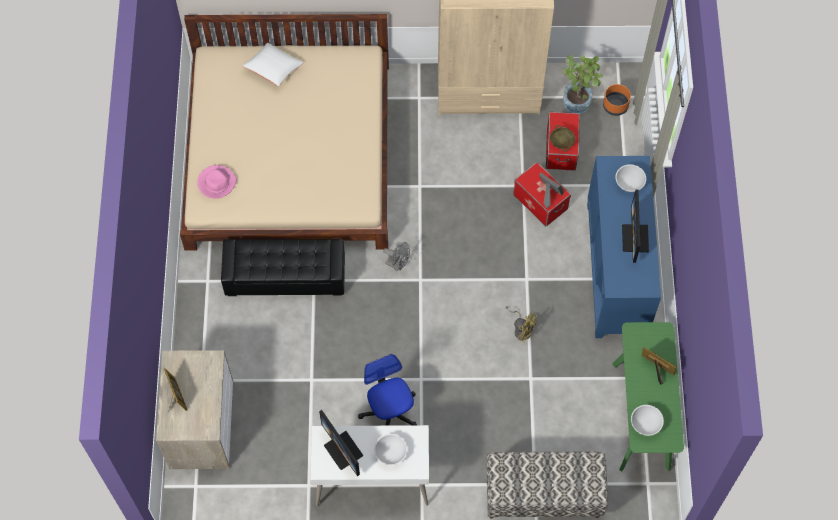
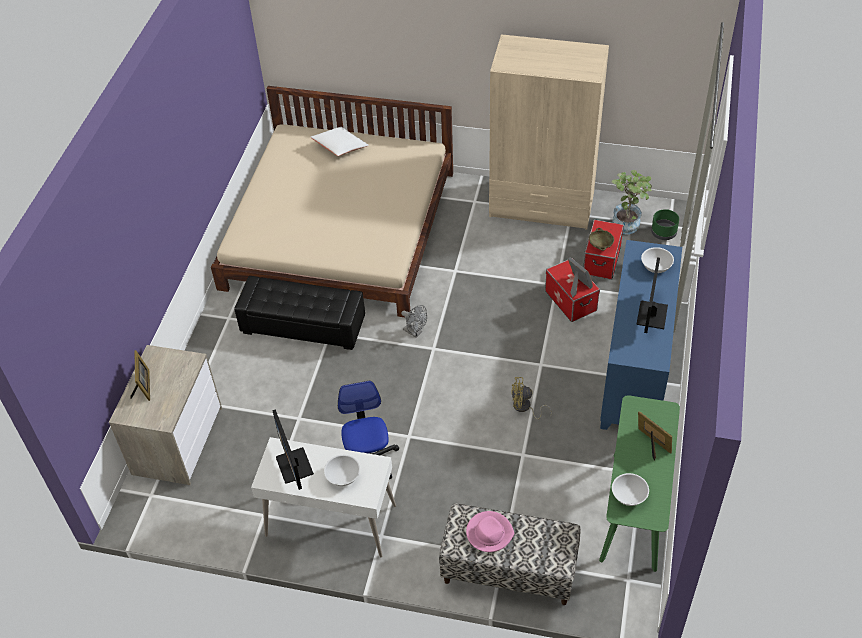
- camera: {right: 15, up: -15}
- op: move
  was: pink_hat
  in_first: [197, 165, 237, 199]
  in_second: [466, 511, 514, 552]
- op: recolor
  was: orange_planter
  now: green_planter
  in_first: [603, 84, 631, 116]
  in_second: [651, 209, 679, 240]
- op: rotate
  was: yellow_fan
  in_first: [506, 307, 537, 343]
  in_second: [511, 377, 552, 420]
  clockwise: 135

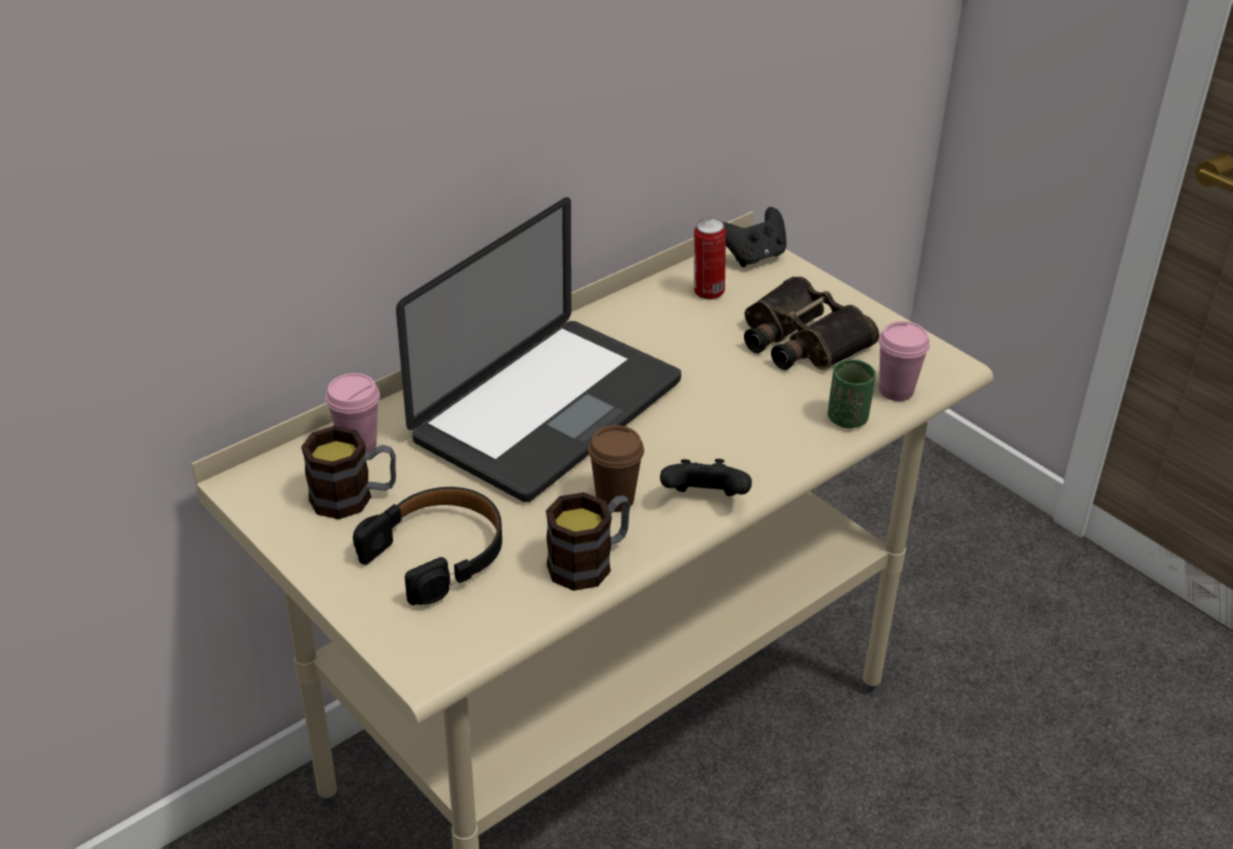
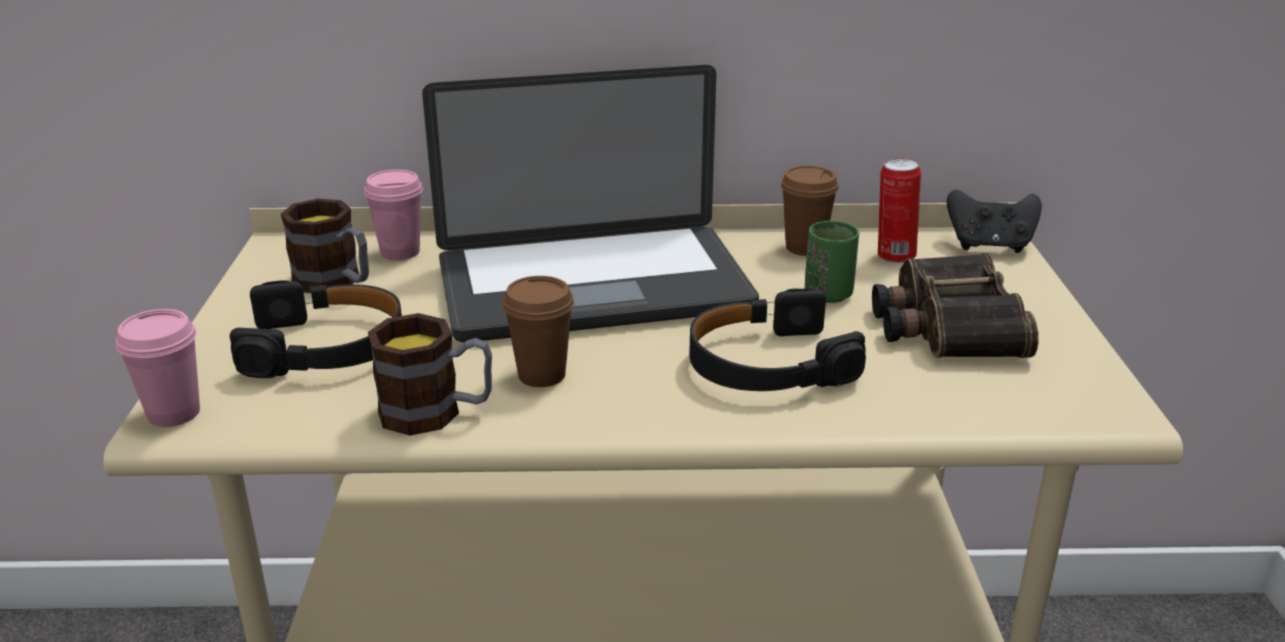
- camera: {right: 40, up: -10}
- op: delete
  was: black_game_controller
  in_first: [660, 459, 752, 496]
- op: insert
  now: black_headphones
  in_second: [689, 288, 866, 391]
- op: insert
  now: brown_cup
  in_second: [781, 166, 839, 256]
- op: move
  was: green_cup
  in_first: [828, 359, 876, 429]
  in_second: [805, 221, 859, 303]
- op: move
  was: pink_cup
  in_first: [878, 321, 930, 401]
  in_second: [116, 309, 200, 427]

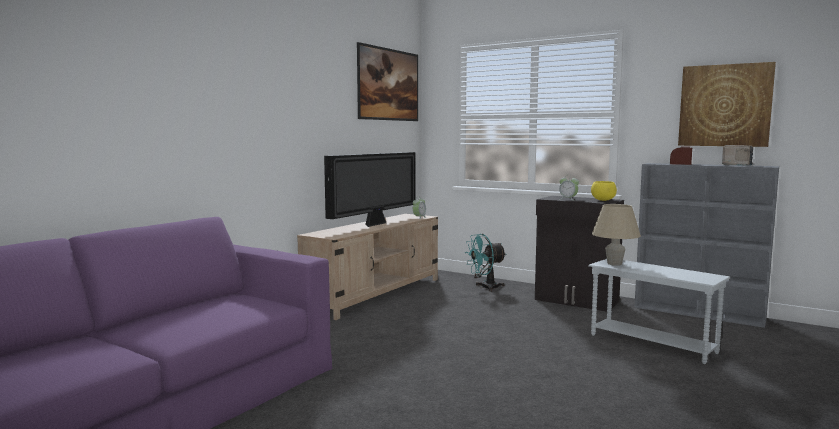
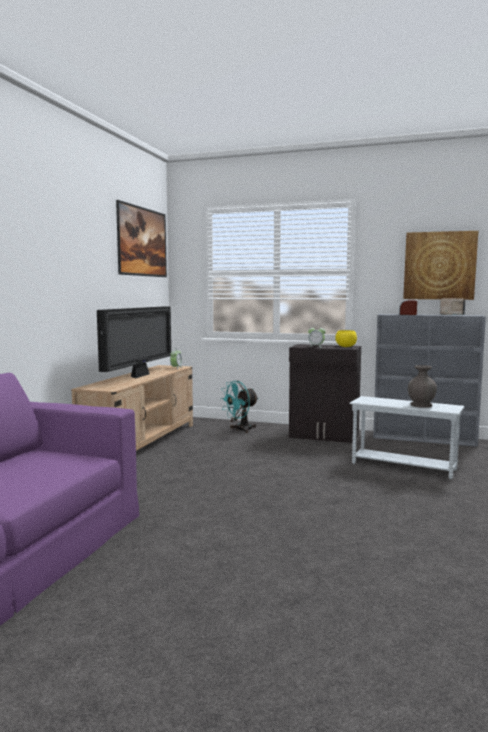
- camera: {right: -15, up: 0}
- op: delete
  was: beige_table_lamp
  in_first: [592, 204, 641, 266]
- op: insert
  now: grey_vase
  in_second: [408, 365, 437, 408]

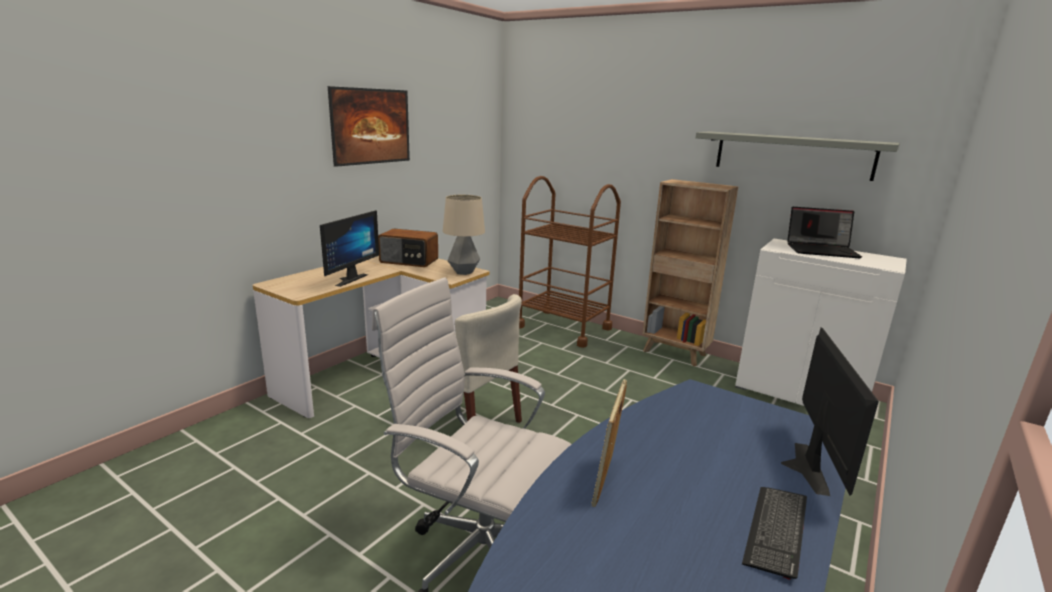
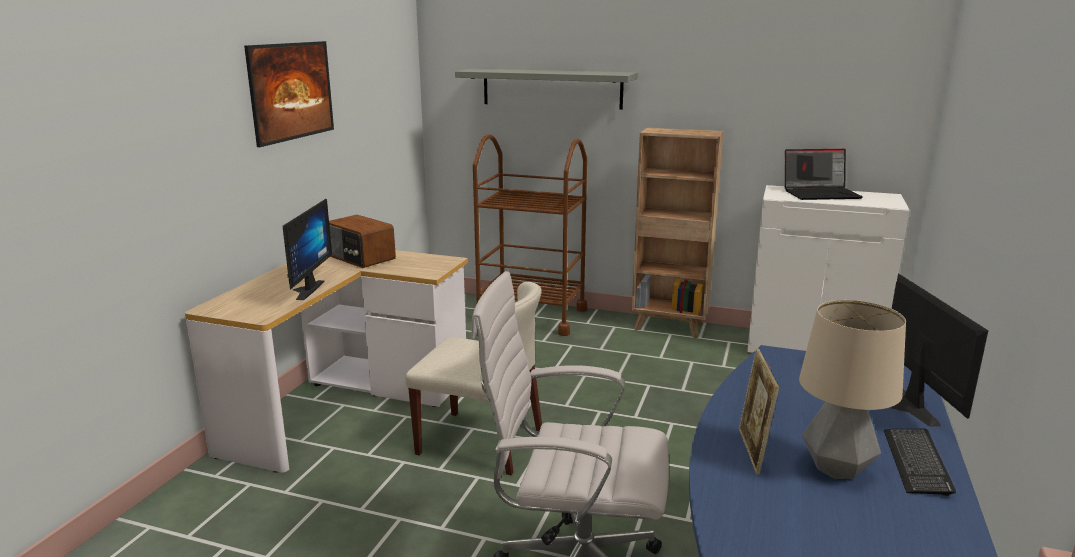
- camera: {right: -15, up: 0}
- op: move
  was: table_lamp
  in_first: [443, 195, 485, 275]
  in_second: [799, 300, 906, 479]
- op: move
  was: grey_shelf
  in_first: [696, 131, 900, 181]
  in_second: [455, 69, 638, 110]
- op: rotate
  was: radio
  in_first: [378, 229, 438, 267]
  in_second: [329, 215, 396, 268]
  clockwise: 45

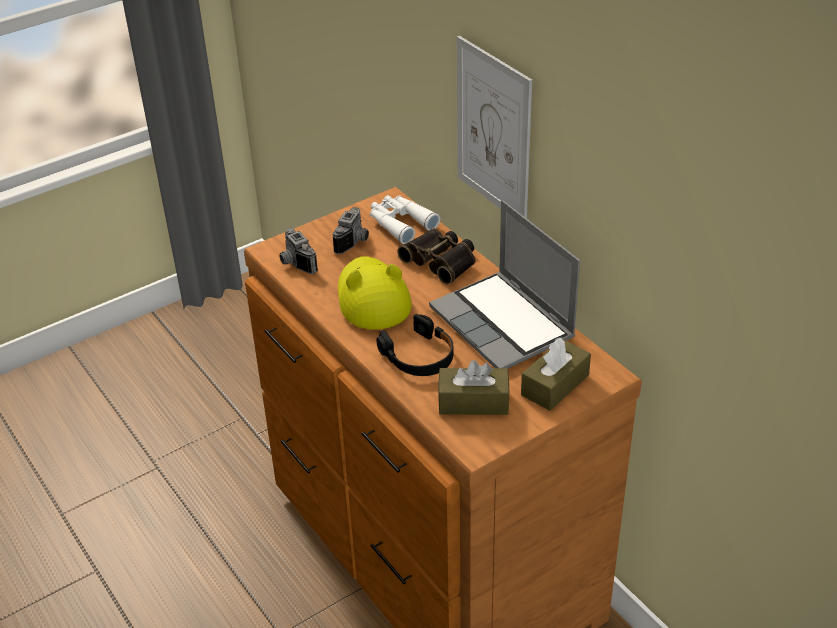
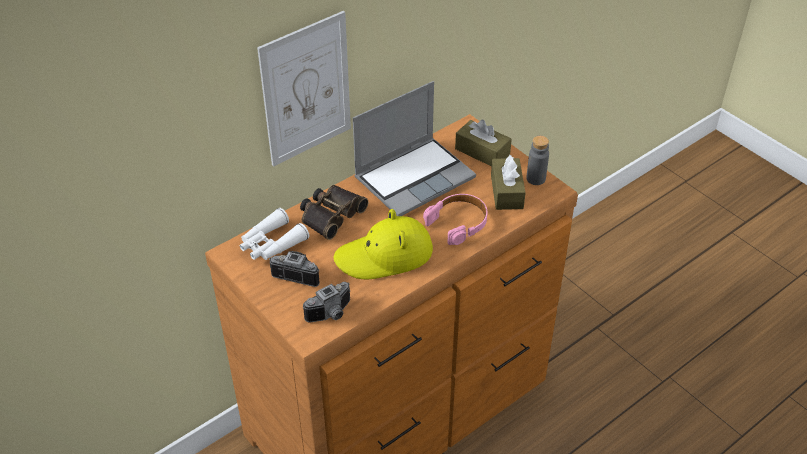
- camera: {right: -95, up: 5}
- op: insert
  now: grey_bottle
  in_second: [526, 136, 549, 185]
- op: recolor
  was: black_headphones
  now: pink_headphones
  in_first: [377, 314, 453, 376]
  in_second: [423, 194, 487, 245]

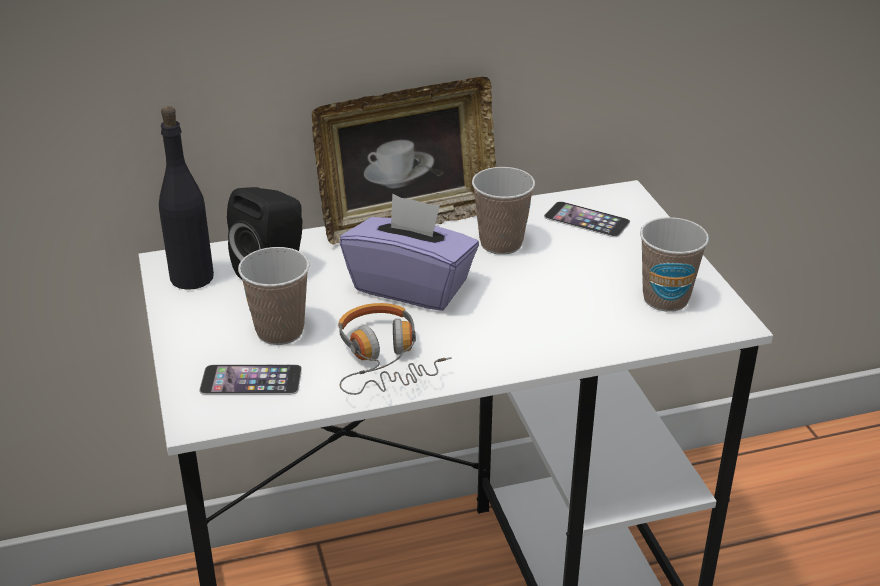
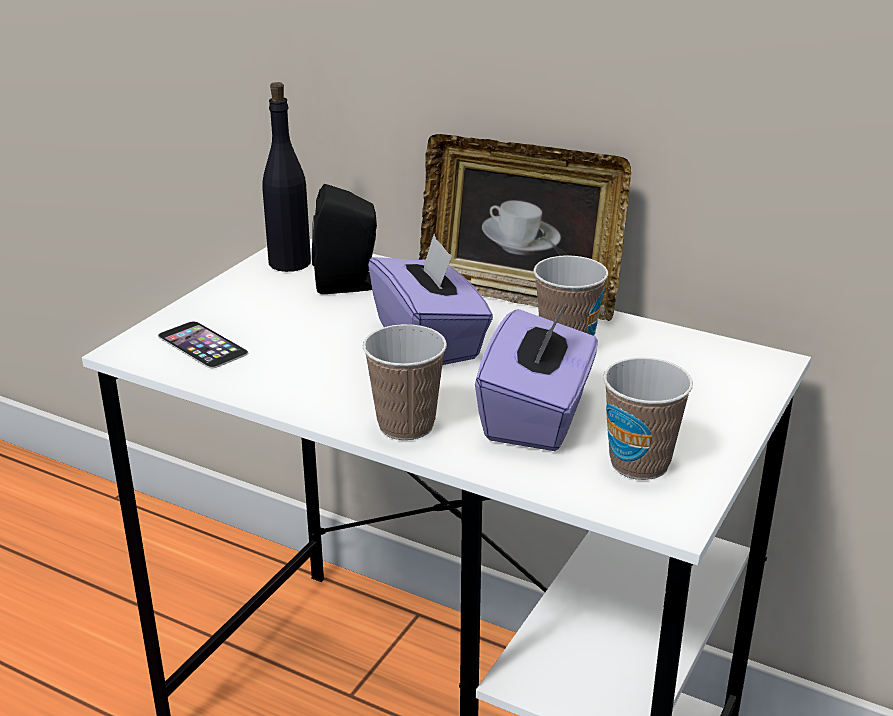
- camera: {right: 45, up: -5}
- op: delete
  was: headphones
  in_first: [338, 303, 452, 395]
- op: delete
  was: phone
  in_first: [544, 201, 630, 237]
- op: insert
  now: purple_tissue_box
  in_second: [475, 304, 598, 451]
- op: move
  was: cup
  in_first: [238, 247, 309, 345]
  in_second: [363, 324, 447, 440]

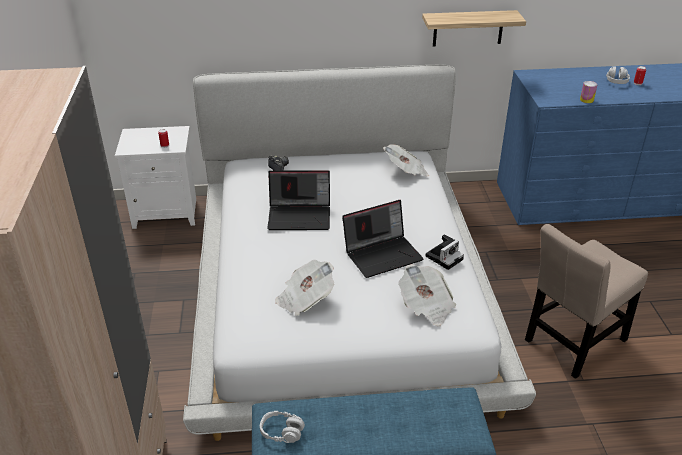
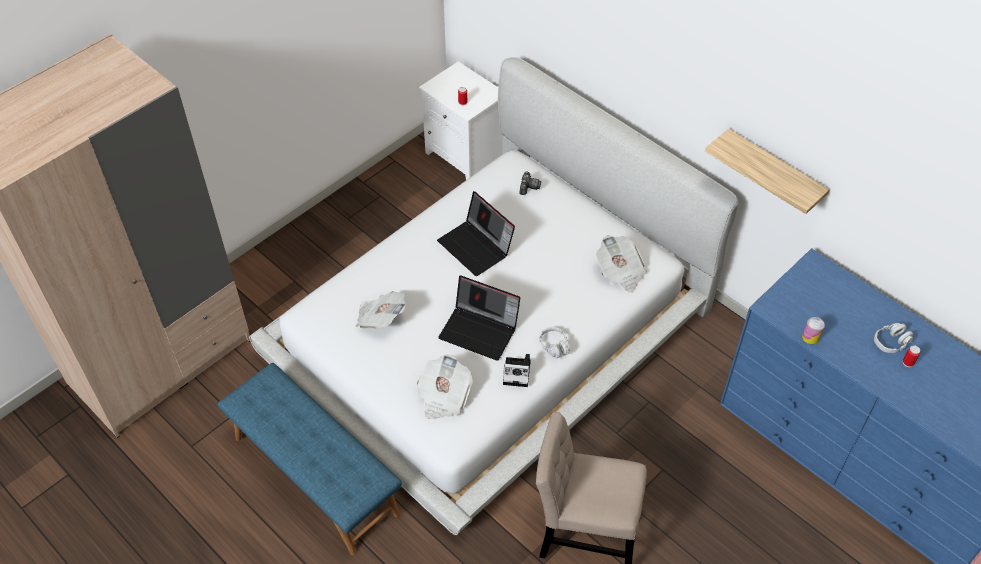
- camera: {right: 50, up: 15}
- op: move
  was: grey_headphones
  in_first: [260, 411, 305, 443]
  in_second: [540, 327, 570, 359]

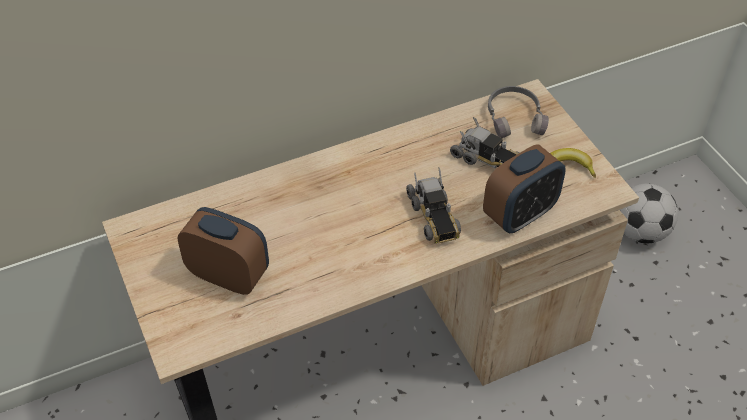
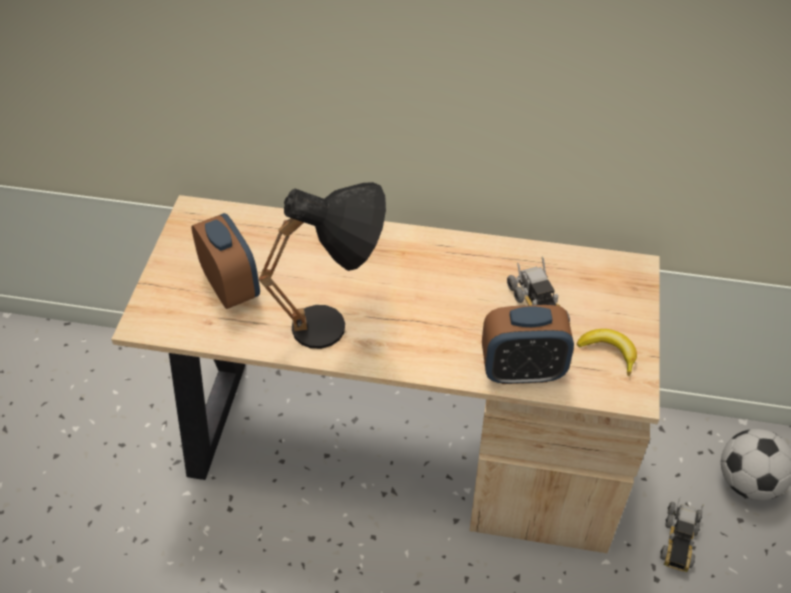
- camera: {right: 35, up: 0}
- op: delete
  was: grey_headphones
  in_first: [488, 86, 549, 138]
- op: insert
  now: black_table_lamp
  in_second: [259, 182, 386, 349]
- op: move
  was: toy_truck
  in_first: [406, 167, 461, 244]
  in_second: [660, 497, 704, 572]

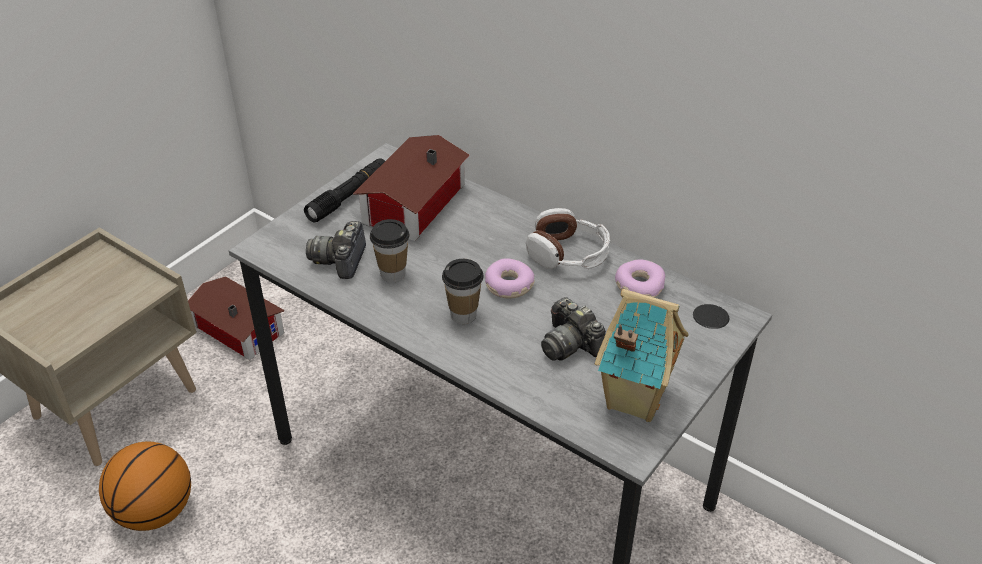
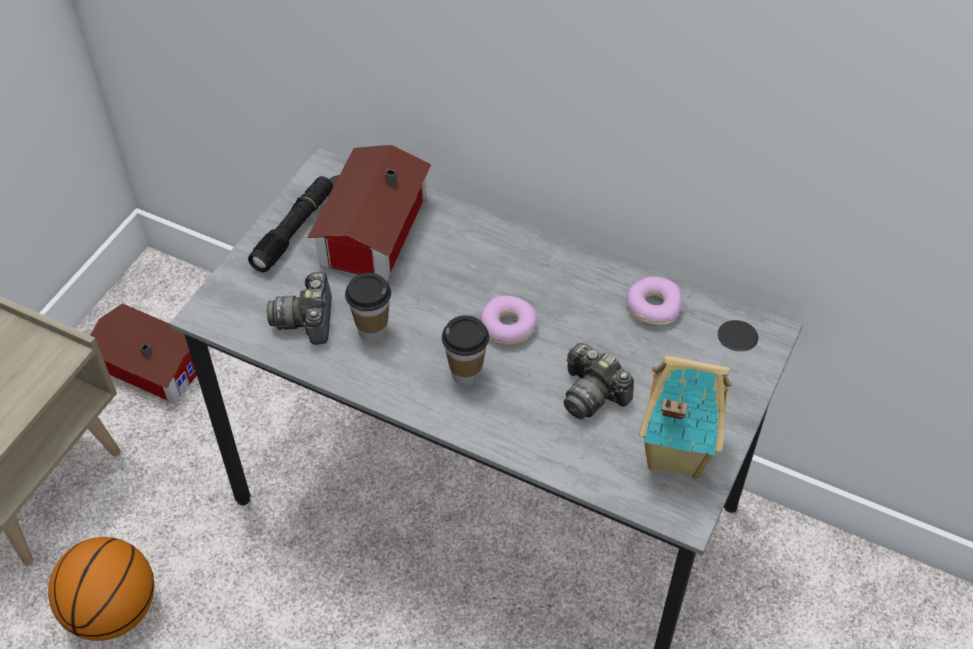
- camera: {right: -10, up: 10}
- op: delete
  was: headphones
  in_first: [526, 208, 610, 269]

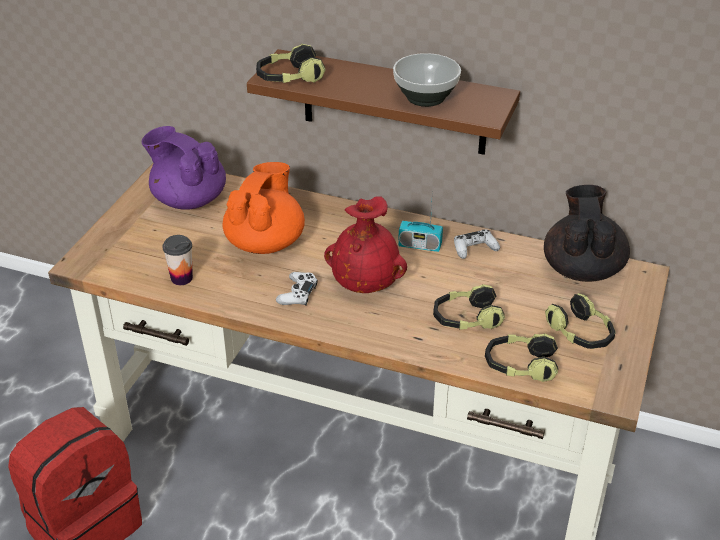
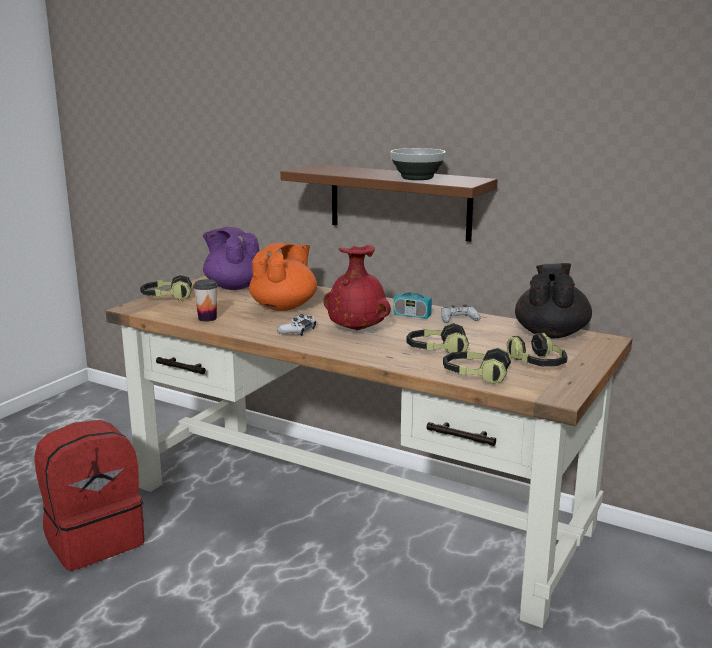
- camera: {right: 10, up: -20}
- op: move
  was: headphones
  in_first: [256, 44, 326, 83]
  in_second: [140, 274, 192, 300]

